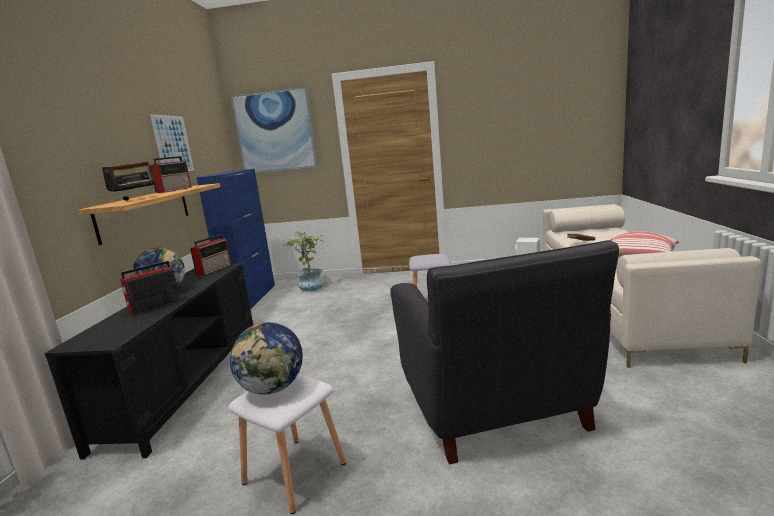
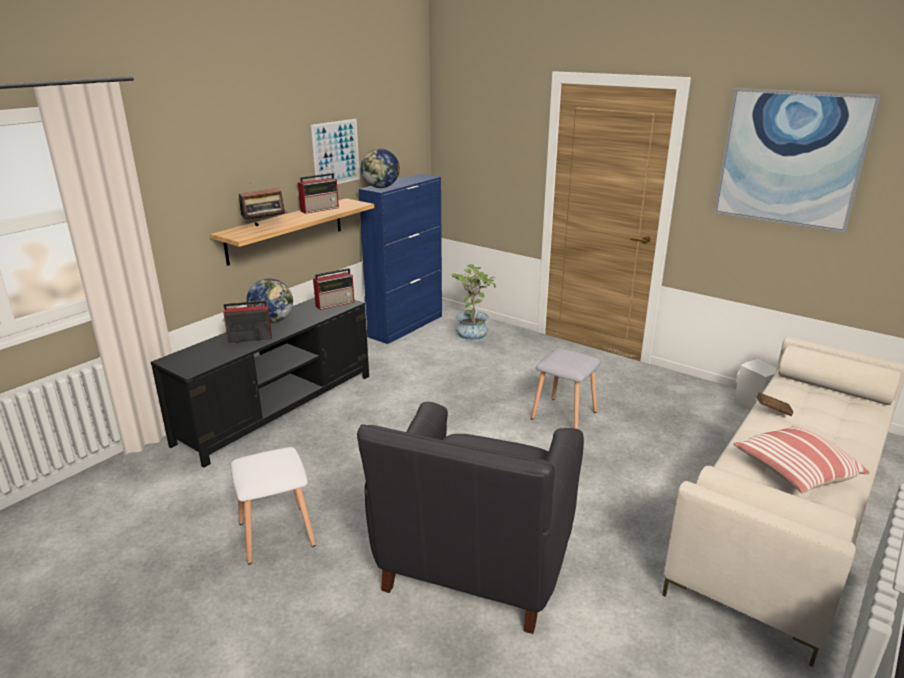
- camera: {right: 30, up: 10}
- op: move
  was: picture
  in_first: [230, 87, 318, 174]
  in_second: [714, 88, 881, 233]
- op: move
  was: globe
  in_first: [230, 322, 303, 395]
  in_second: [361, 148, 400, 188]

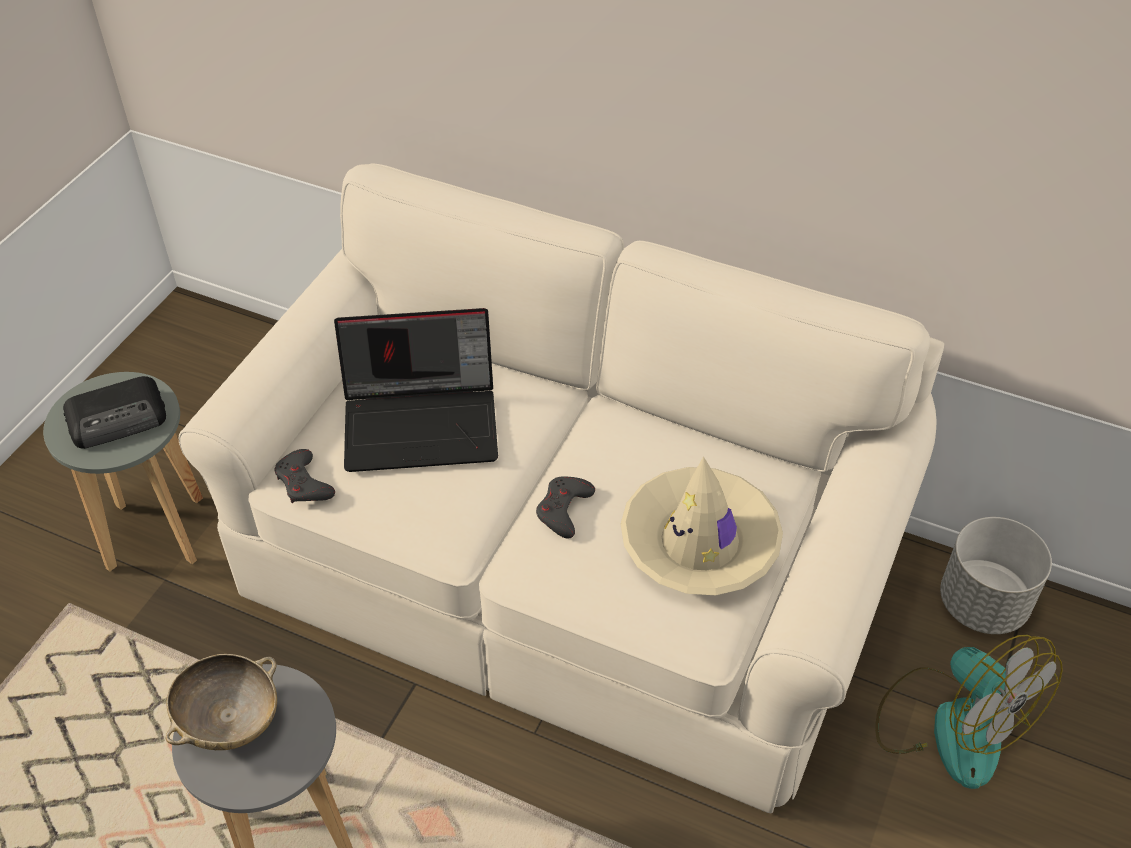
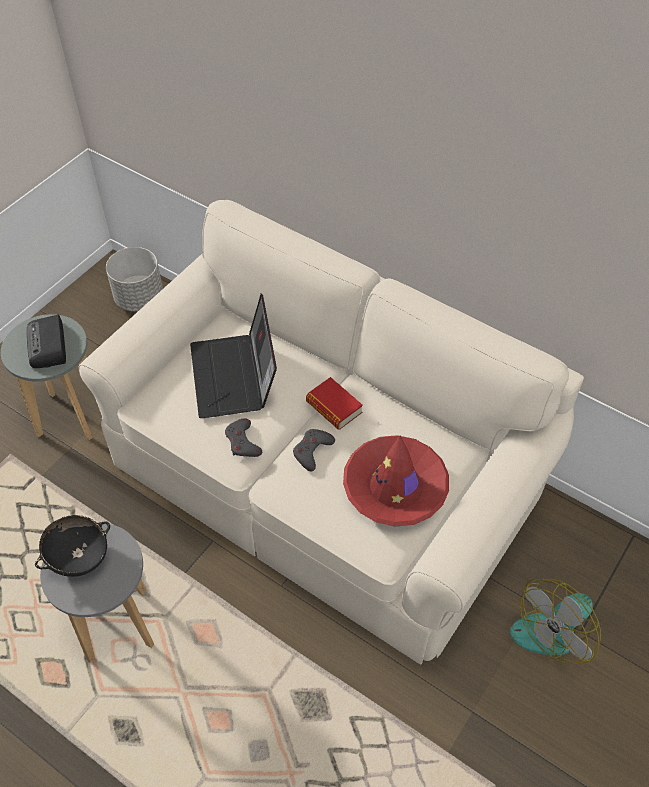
- camera: {right: 10, up: 5}
- op: insert
  now: book
  in_second: [306, 377, 363, 429]
- op: move
  was: grey_game_controller
  in_first: [275, 449, 335, 503]
  in_second: [225, 418, 262, 457]
- op: move
  was: grey_planter
  in_first: [940, 517, 1052, 634]
  in_second: [106, 247, 163, 311]
- op: recolor
  was: beige_bowl
  now: black_bowl
  in_first: [166, 654, 277, 750]
  in_second: [35, 515, 110, 577]
- op: recolor
  was: beige_hat
  now: red_hat
  in_first: [621, 456, 783, 595]
  in_second: [343, 435, 449, 527]
- op: rotate
  was: radio
  in_first: [63, 376, 166, 449]
  in_second: [27, 315, 66, 368]
  clockwise: 90
- op: rotate
  was: laptop
  in_first: [334, 308, 498, 472]
  in_second: [190, 294, 277, 418]
  clockwise: 75
- op: rotate
  was: fan
  in_first: [875, 635, 1063, 789]
  in_second: [510, 579, 601, 664]
  clockwise: 75

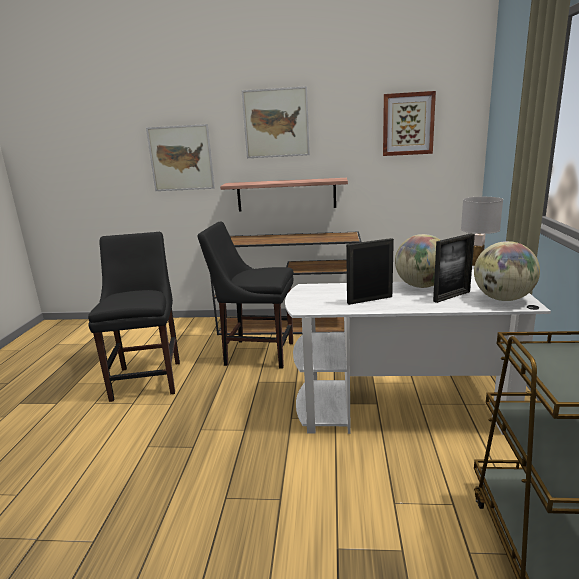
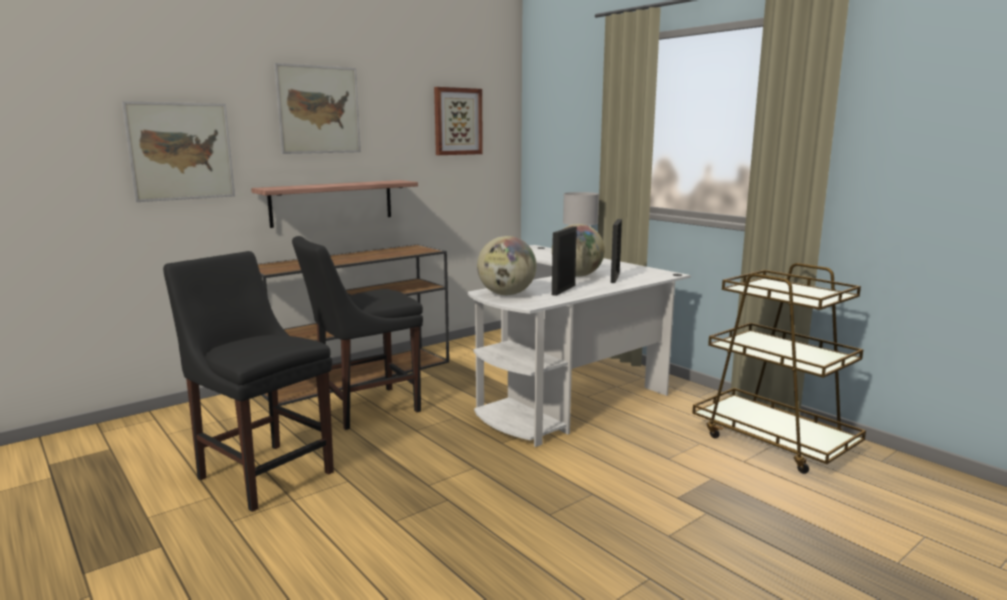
- camera: {right: -45, up: -5}
- op: move
  was: globe
  in_first: [474, 241, 540, 301]
  in_second: [477, 236, 537, 295]

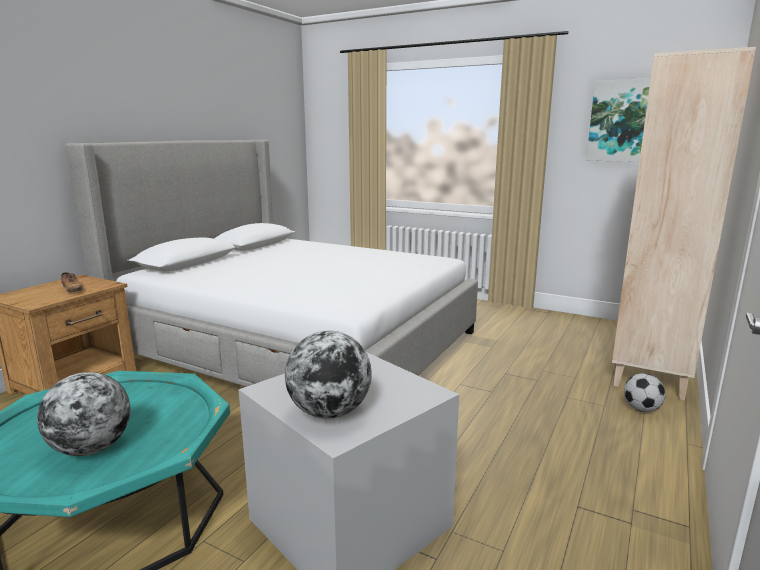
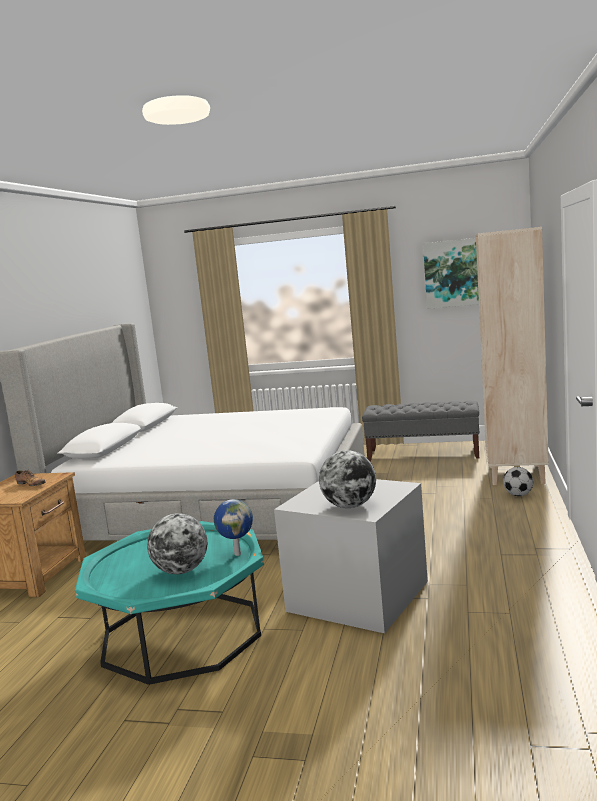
- camera: {right: -15, up: -5}
- op: insert
  now: globe
  in_second: [214, 499, 253, 556]
- op: insert
  now: grey_bench
  in_second: [362, 400, 480, 462]

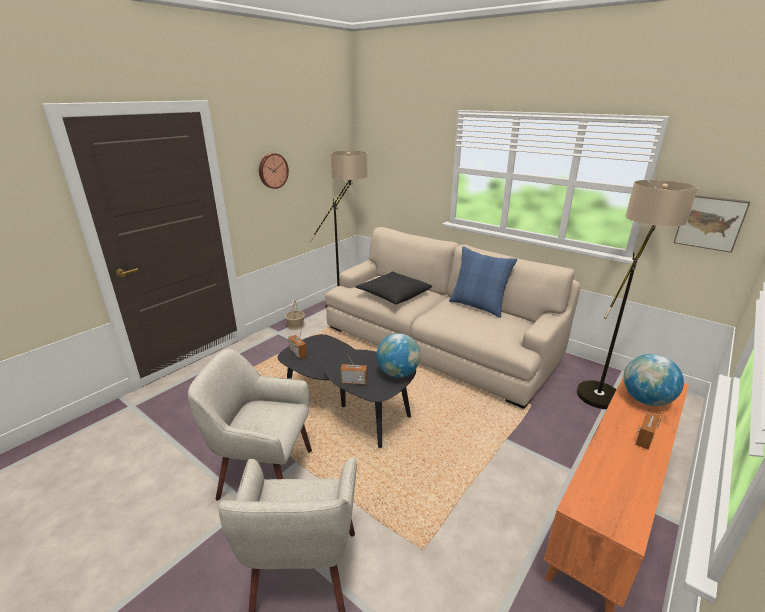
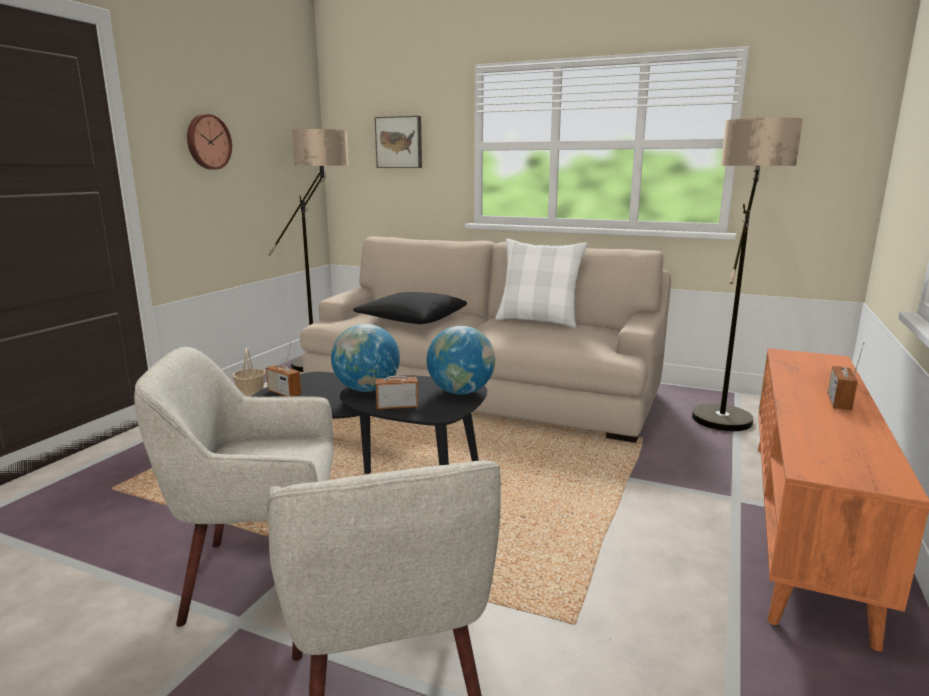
- camera: {right: -15, up: -10}
- op: move
  was: globe
  in_first: [623, 354, 684, 406]
  in_second: [331, 324, 400, 392]
- op: move
  was: picture
  in_first: [674, 195, 751, 253]
  in_second: [375, 116, 422, 168]
- op: recolor
  was: blue_pillow
  now: white_pillow
  in_first: [449, 246, 517, 318]
  in_second: [495, 239, 588, 328]

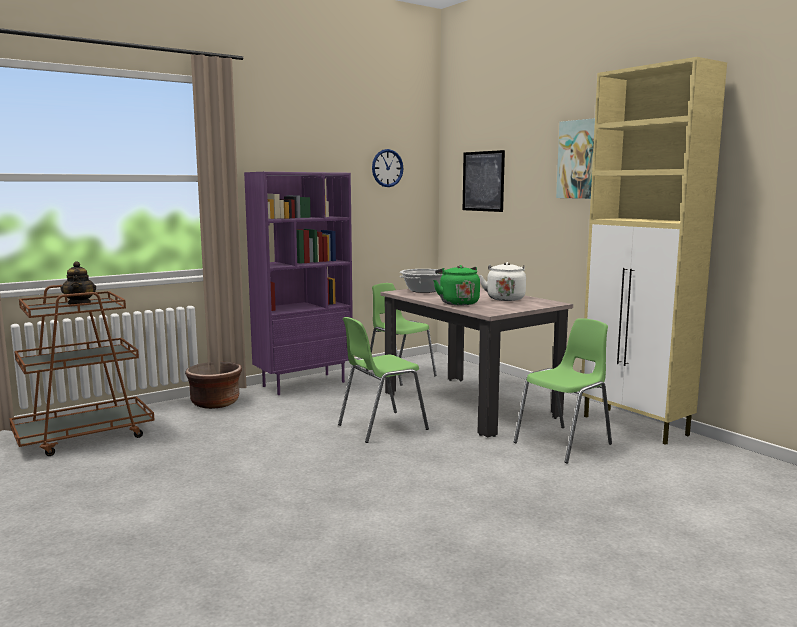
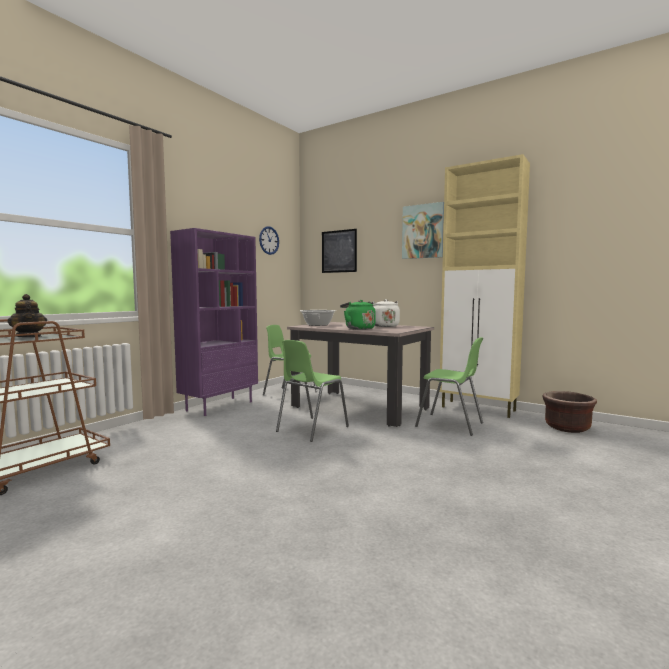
- camera: {right: -20, up: -5}
- op: move
  was: brown_planter
  in_first: [185, 362, 242, 409]
  in_second: [542, 391, 597, 433]
- op: rotate
  was: green_chair
  in_first: [514, 318, 612, 464]
  in_second: [415, 337, 483, 436]
  clockwise: 90

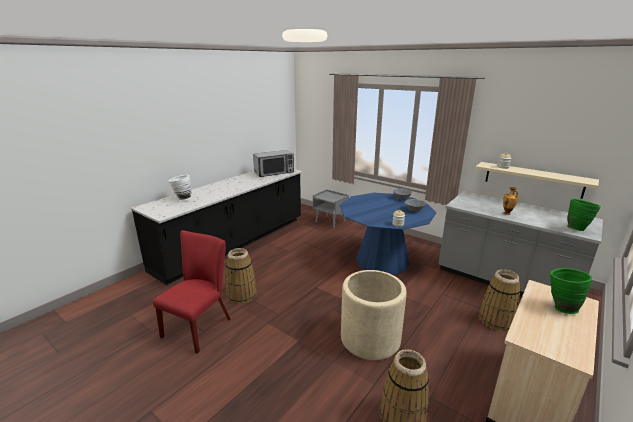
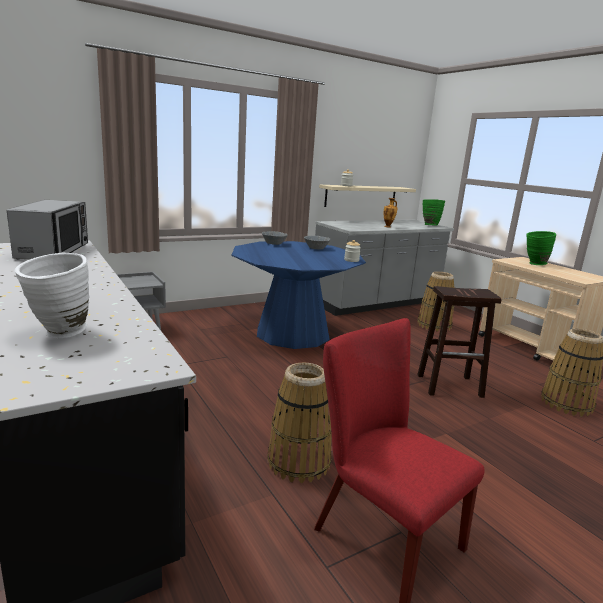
- camera: {right: -70, up: -5}
- op: replace
  was: beige_planter
  now: brown_stool
  in_first: [341, 270, 407, 360]
  in_second: [417, 286, 502, 398]

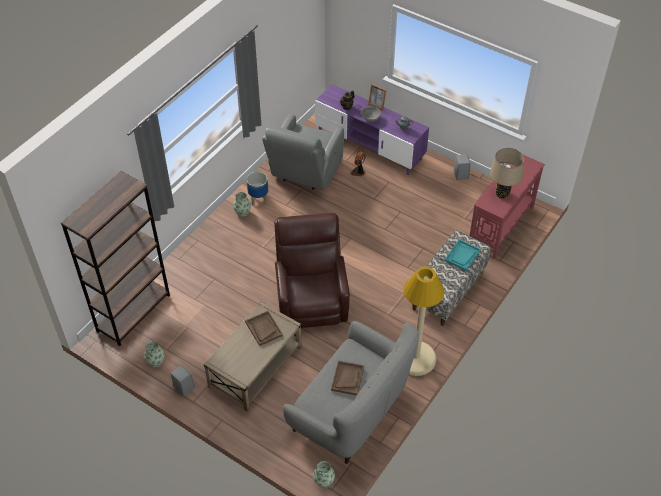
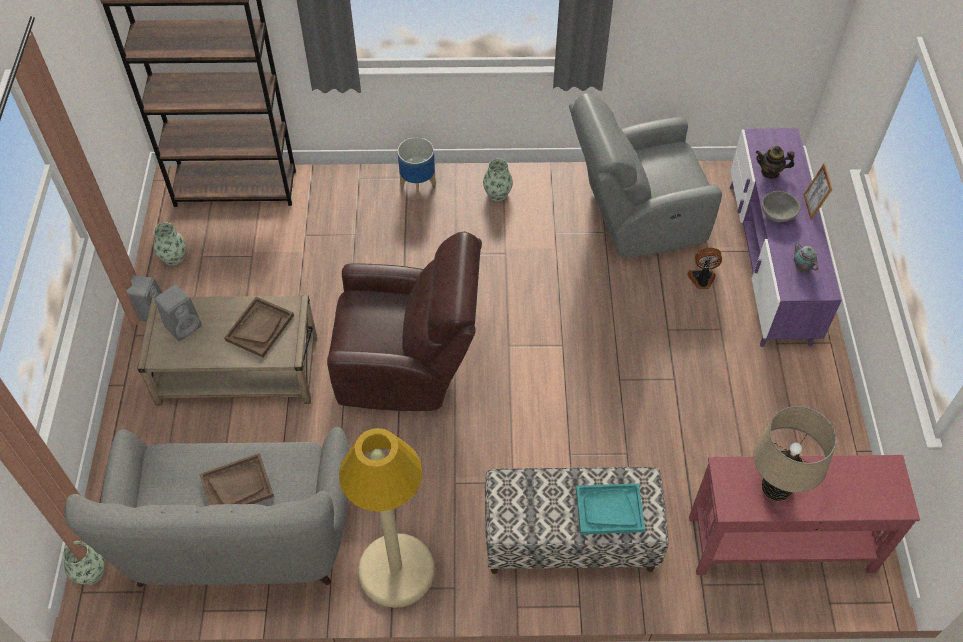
- camera: {right: 55, up: 5}
- op: move
  was: planter
  in_first: [247, 171, 268, 205]
  in_second: [398, 137, 436, 198]
- op: move
  was: grey_speaker
  in_first: [454, 154, 470, 180]
  in_second: [154, 285, 202, 341]
- op: rotate
  was: brown_armchair
  in_first: [274, 213, 350, 328]
  in_second: [327, 232, 482, 411]
  clockwise: 45

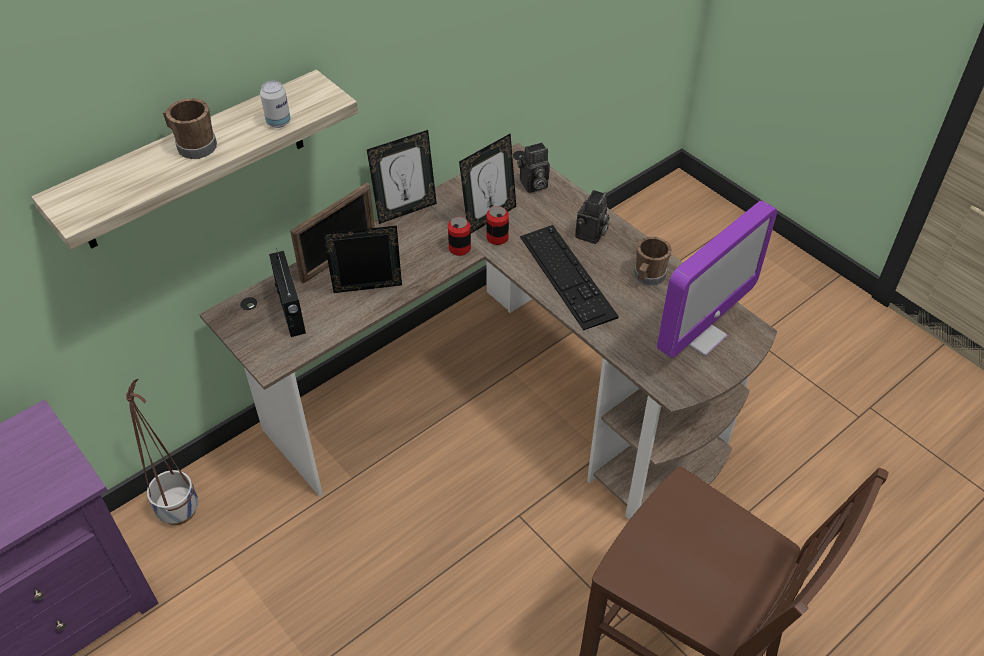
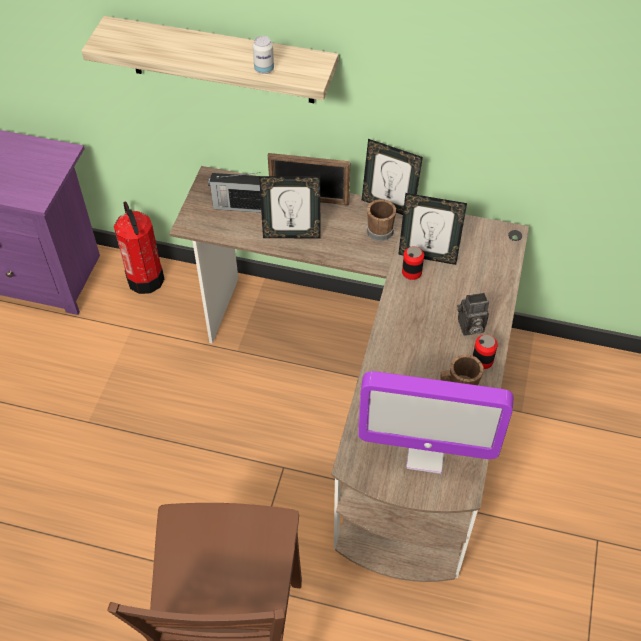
- camera: {right: 55, up: 5}
- op: delete
  was: photo_camera
  in_first: [517, 142, 550, 193]
- op: delete
  was: keyboard
  in_first: [520, 225, 619, 330]
- op: move
  was: brown_mug
  in_first: [163, 98, 217, 159]
  in_second: [367, 199, 396, 241]
- op: move
  was: can
  in_first: [448, 217, 471, 256]
  in_second: [473, 335, 498, 369]
- op: replace
  was: planter
  now: fire_extinguisher
  in_first: [126, 379, 198, 525]
  in_second: [114, 202, 164, 294]
- op: rotate
  was: radio
  in_first: [269, 248, 306, 337]
  in_second: [208, 172, 261, 212]
  clockwise: 60
- op: rotate
  was: picture_frame
  in_first: [323, 226, 402, 293]
  in_second: [259, 176, 320, 238]
  clockwise: 135

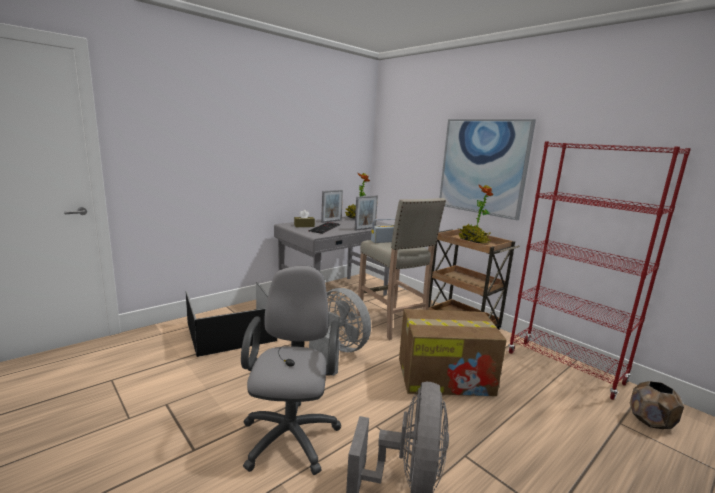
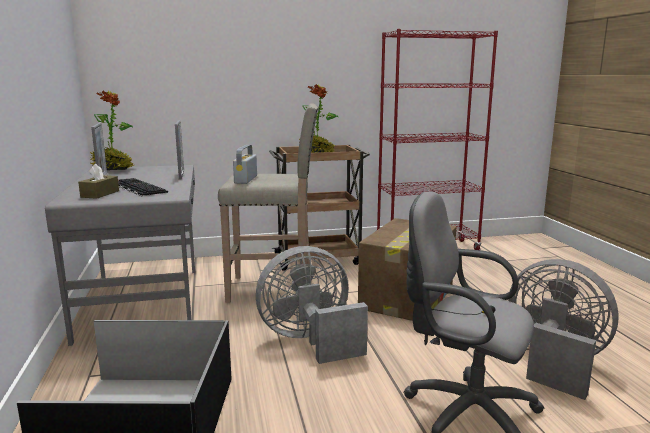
- camera: {right: -60, up: 0}
- op: delete
  was: picture
  in_first: [440, 119, 536, 220]
- op: delete
  was: brown_planter
  in_first: [630, 381, 684, 429]

